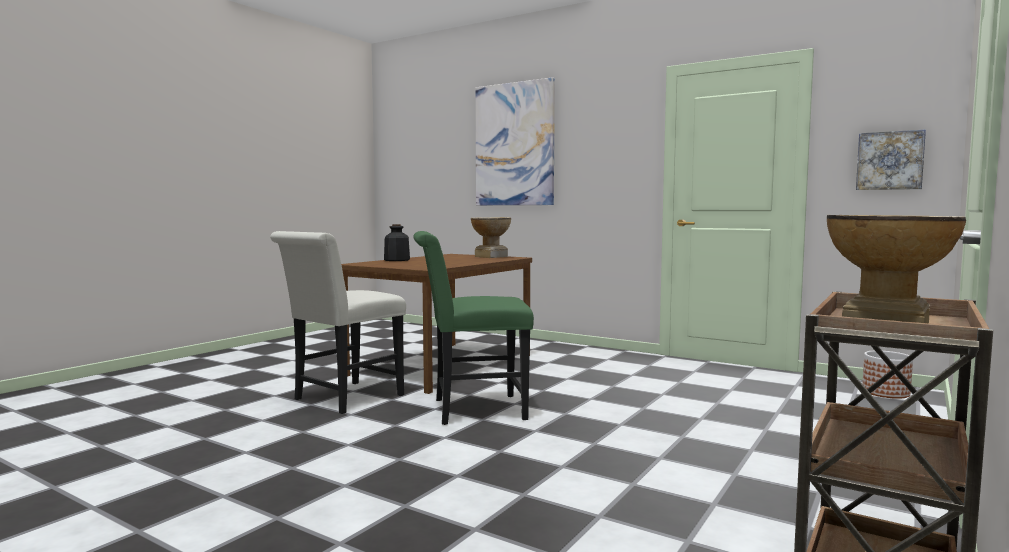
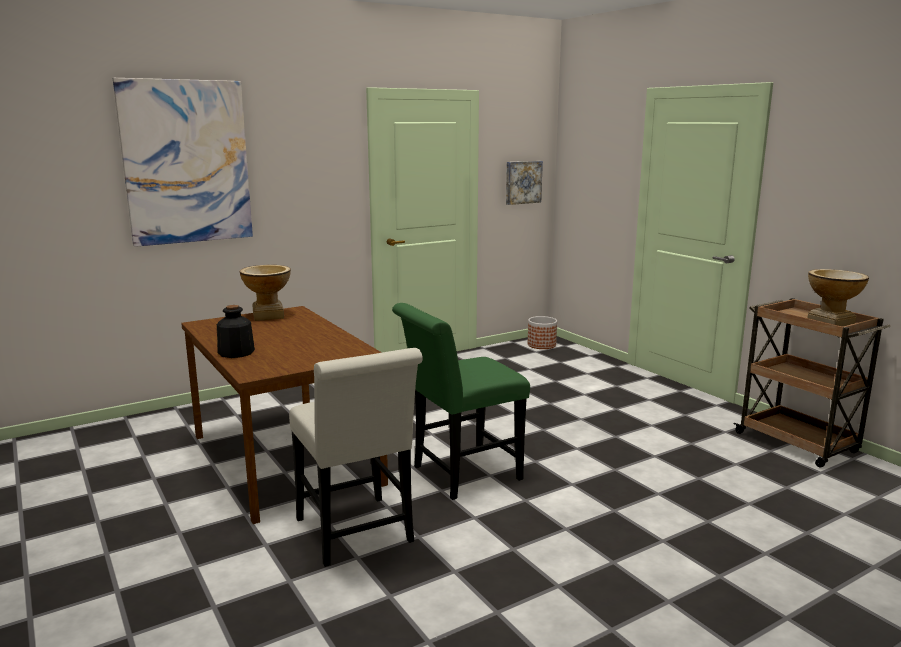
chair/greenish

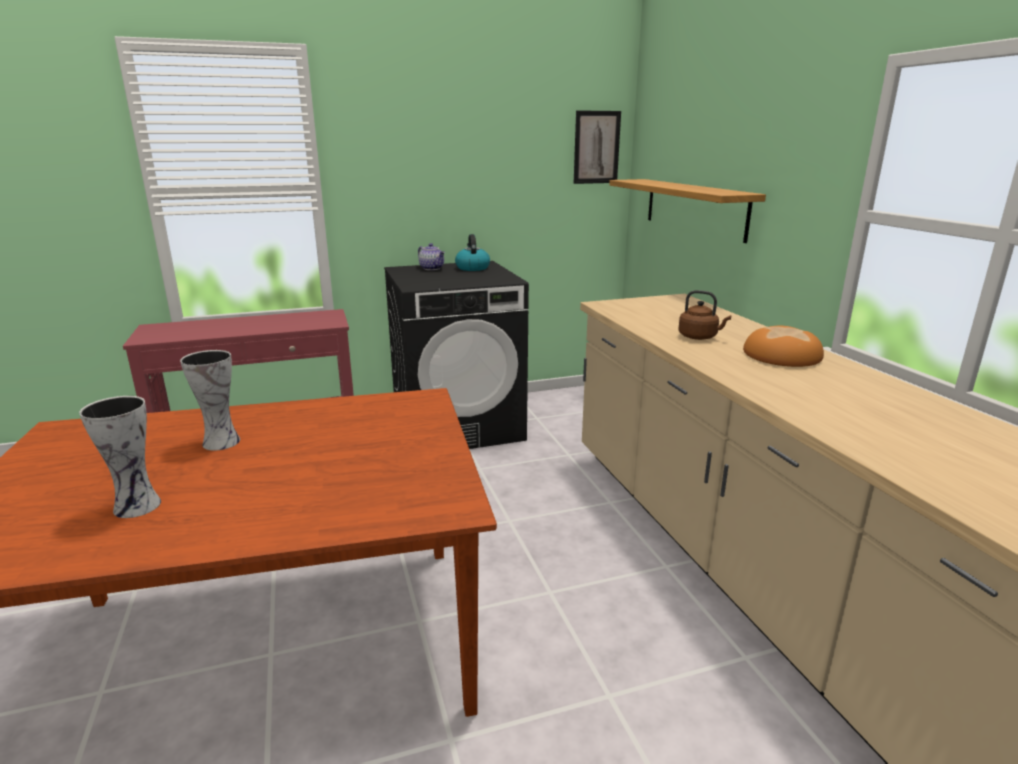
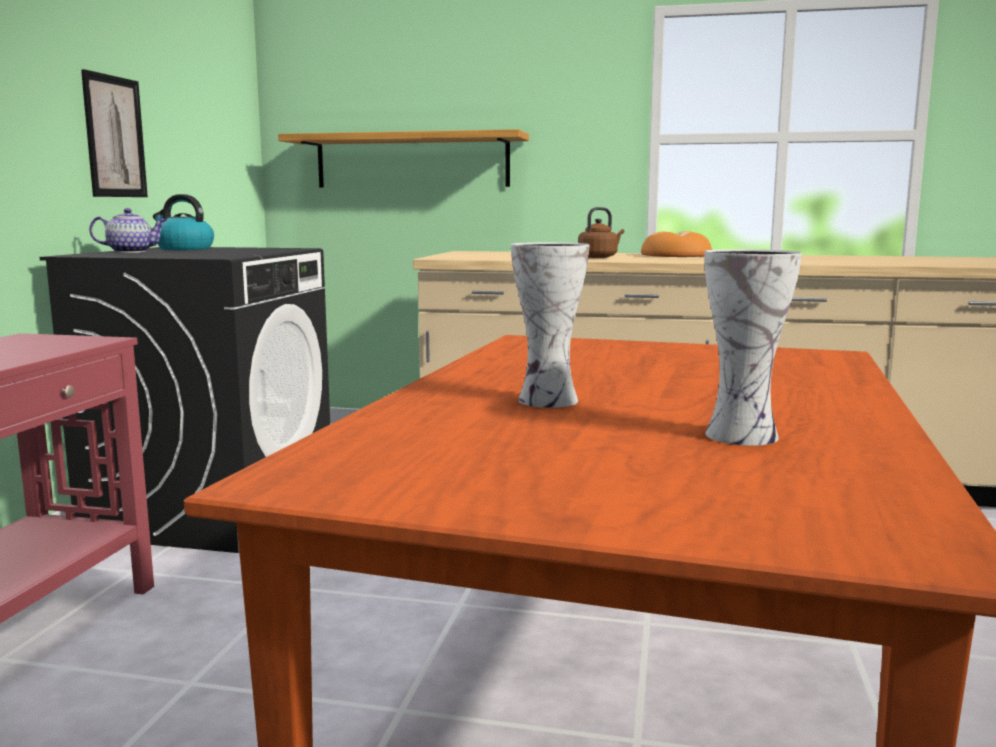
picture

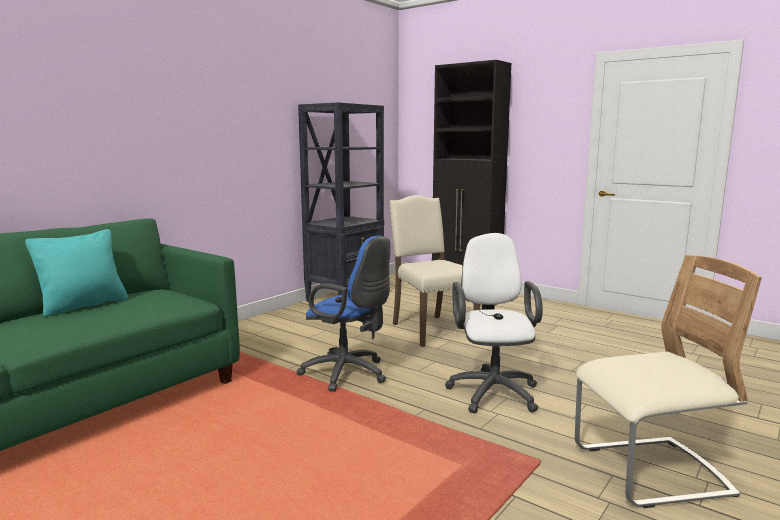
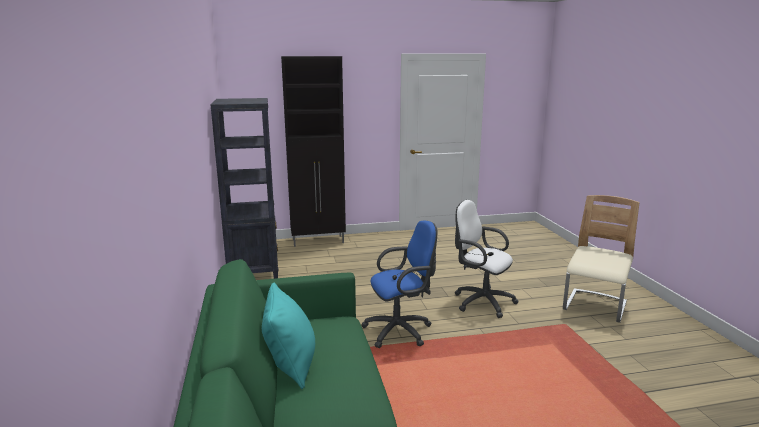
chair/sand-coloured (no. 1 from left in the first image)

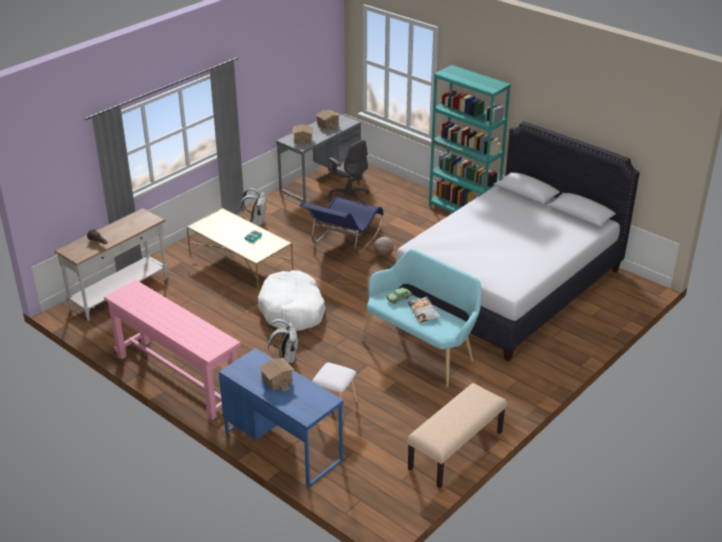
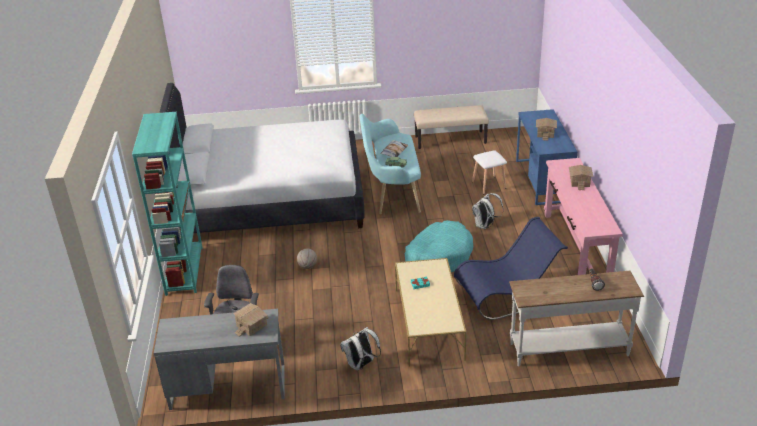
dog cushion/turquoise-coloured; chair/blue-coloured; miniature house (no. 3 from left)

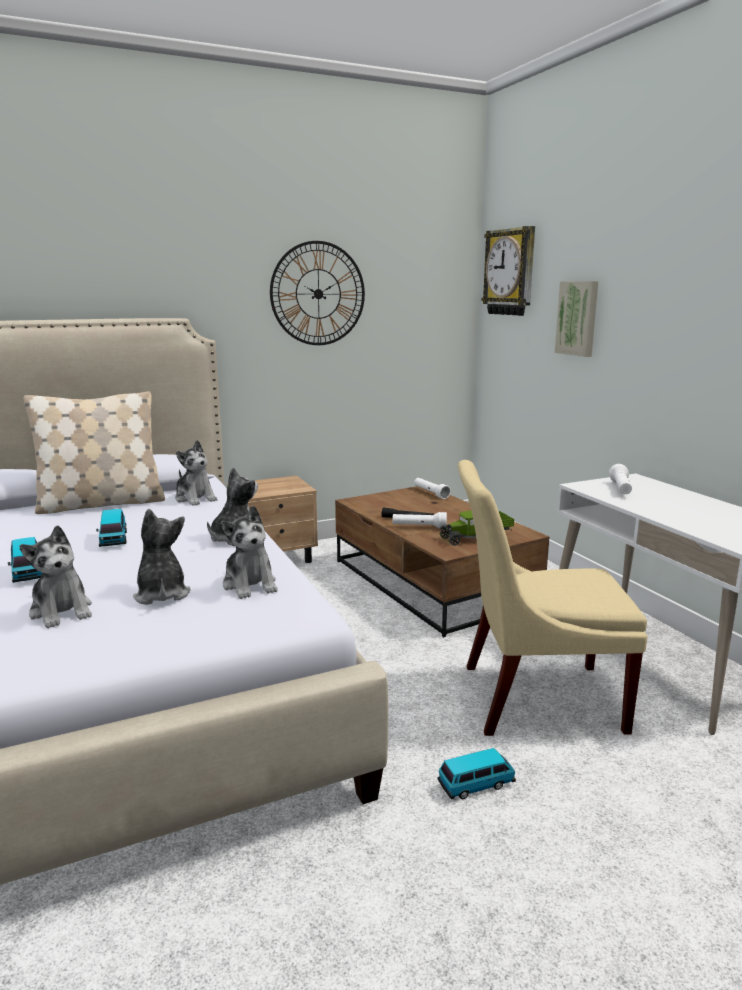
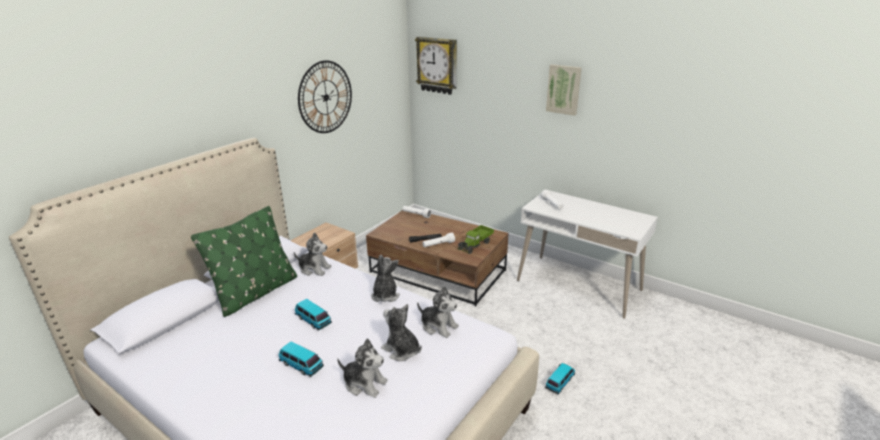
cushion/greenish; chair/sand-coloured; picture

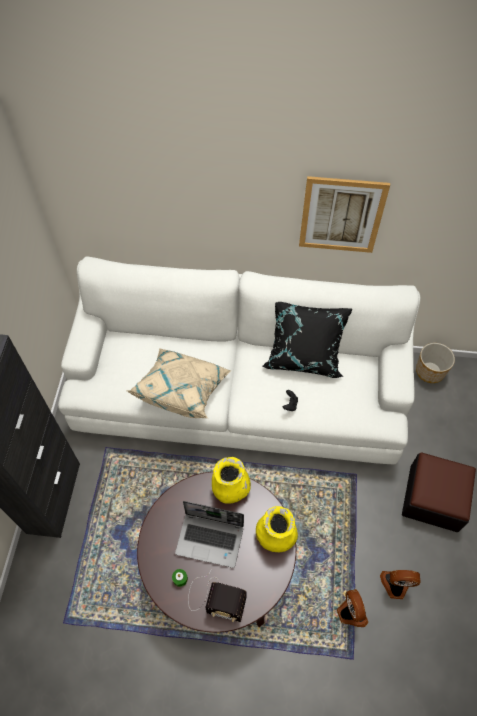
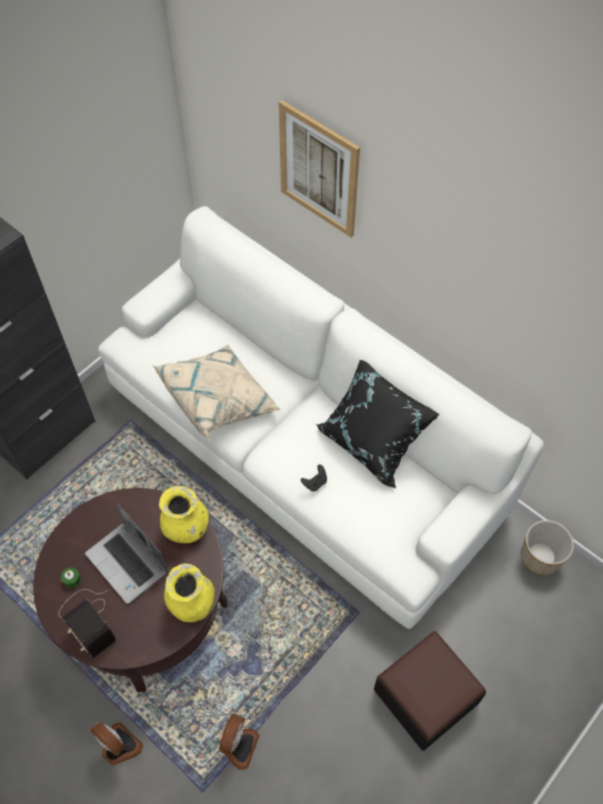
picture; electric fan (no. 1 from left)

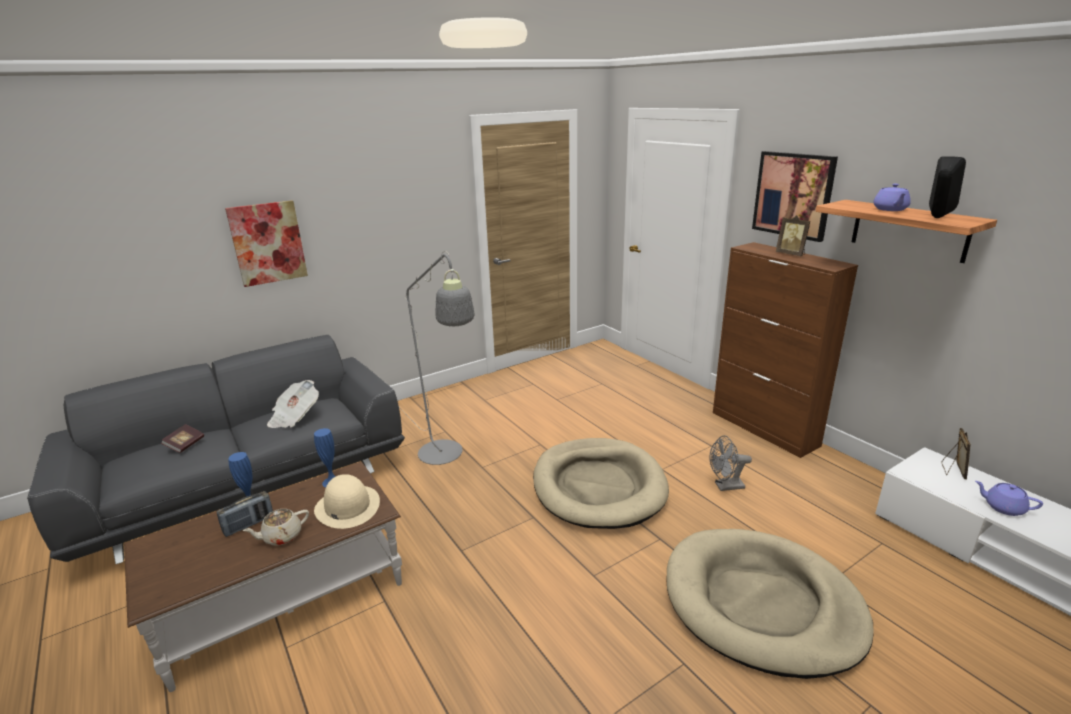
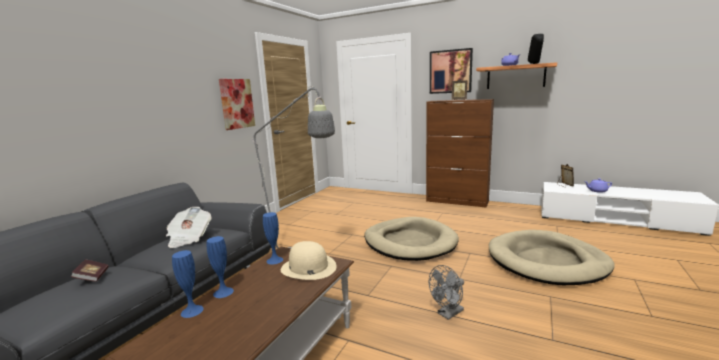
radio; picture (no. 1 from left); tea pot/sand-coloured; electric fan/greyish; vase/blue-coloured (no. 1 from left)

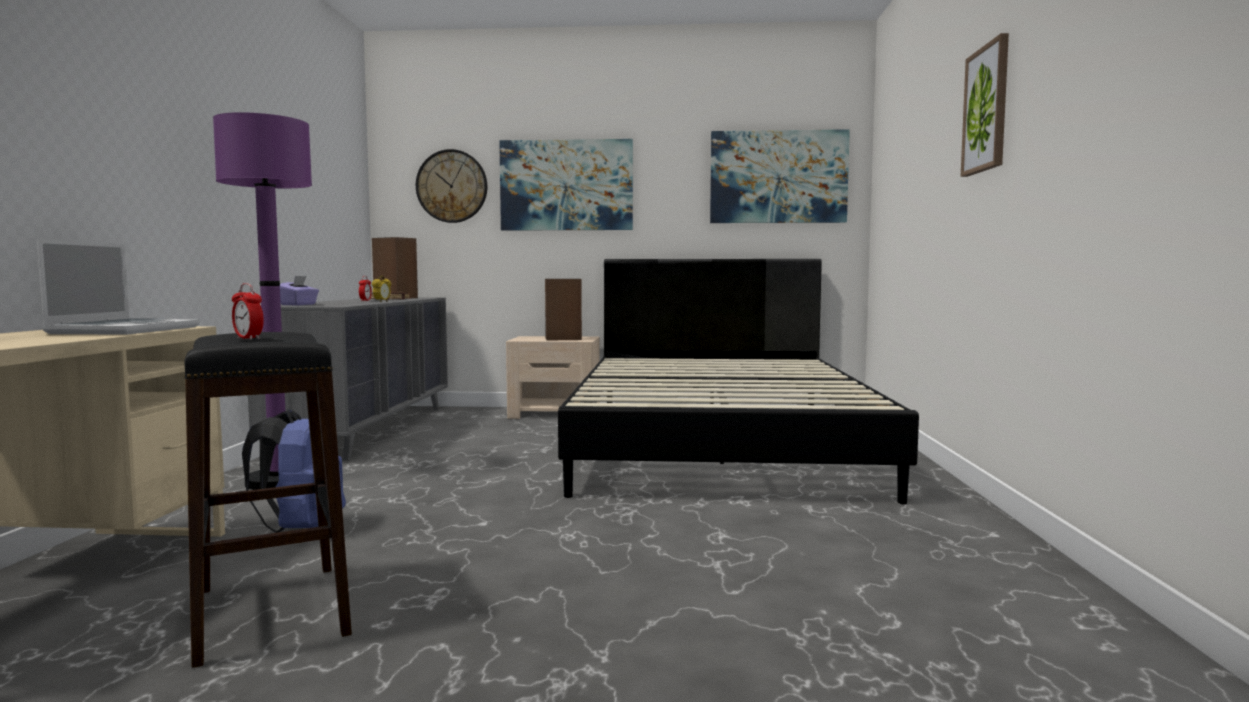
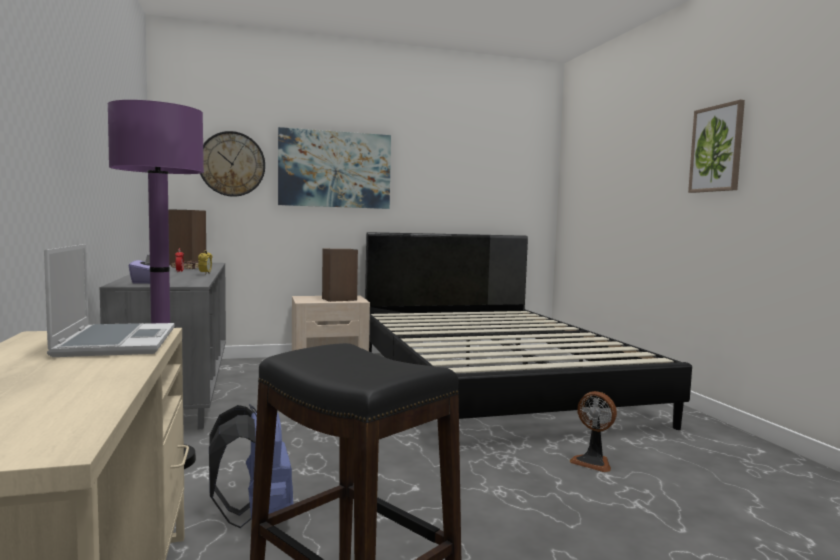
alarm clock (no. 1 from left in the first image); picture (no. 2 from left in the first image); electric fan

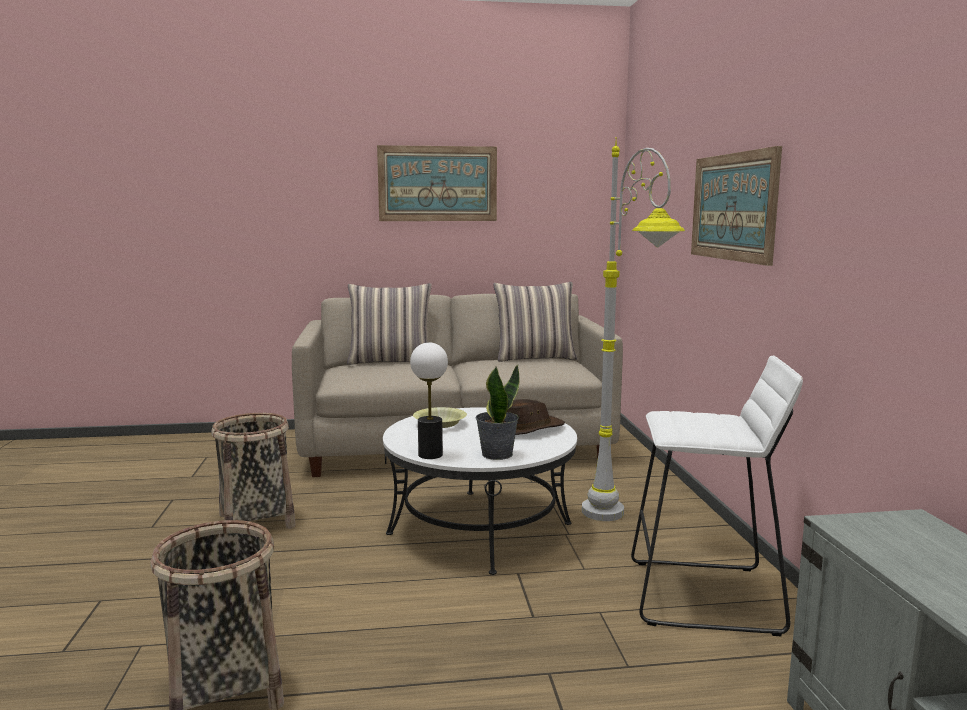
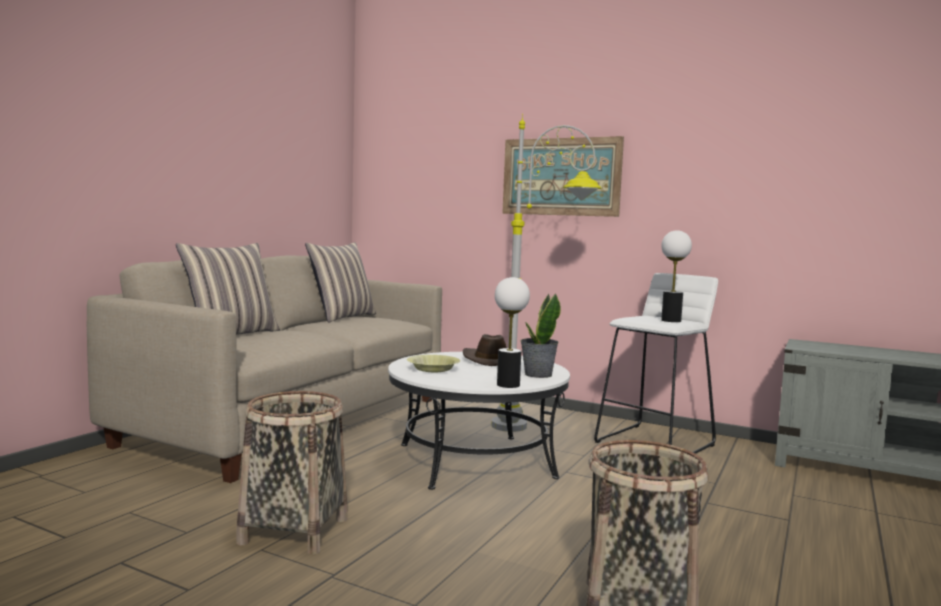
picture (no. 1 from left in the first image); table lamp (no. 2 from left)

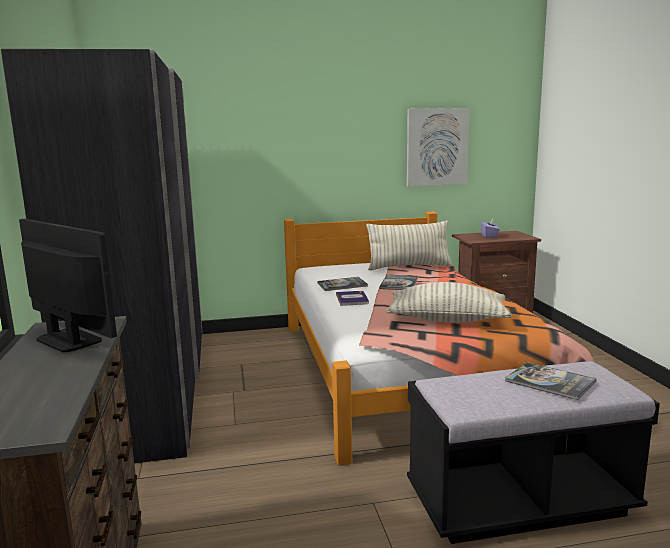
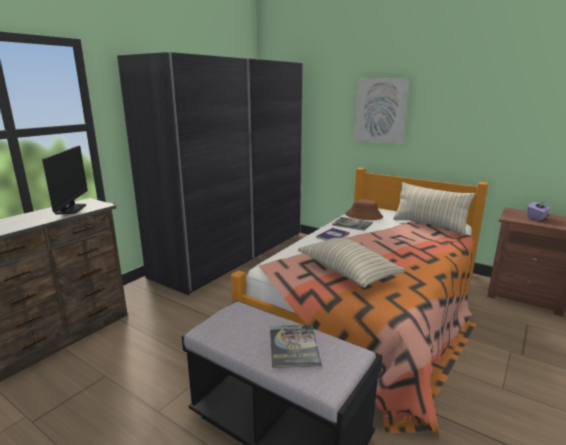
bound book (no. 3 from left in the first image); picture; hat/brownish

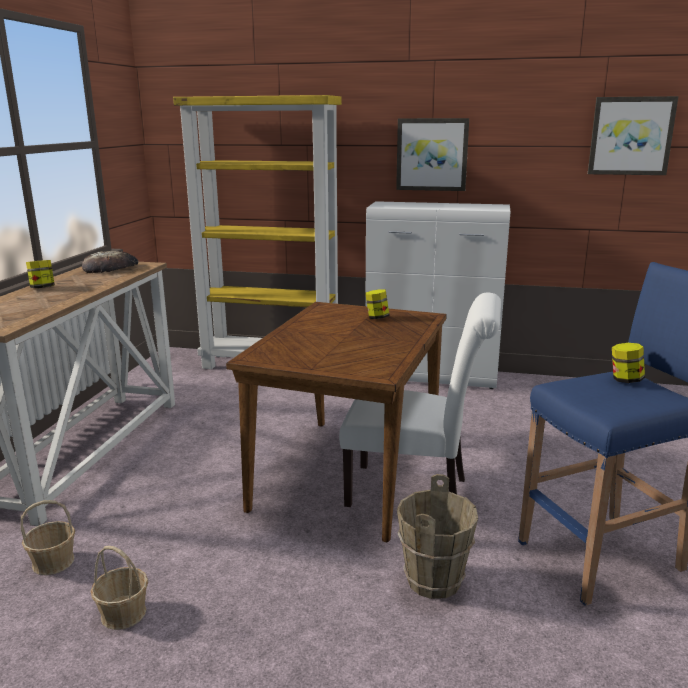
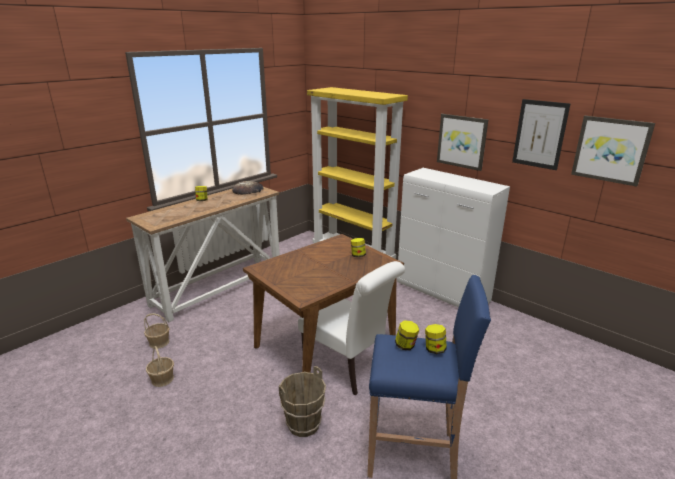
jar (no. 3 from left); picture (no. 2 from left)

